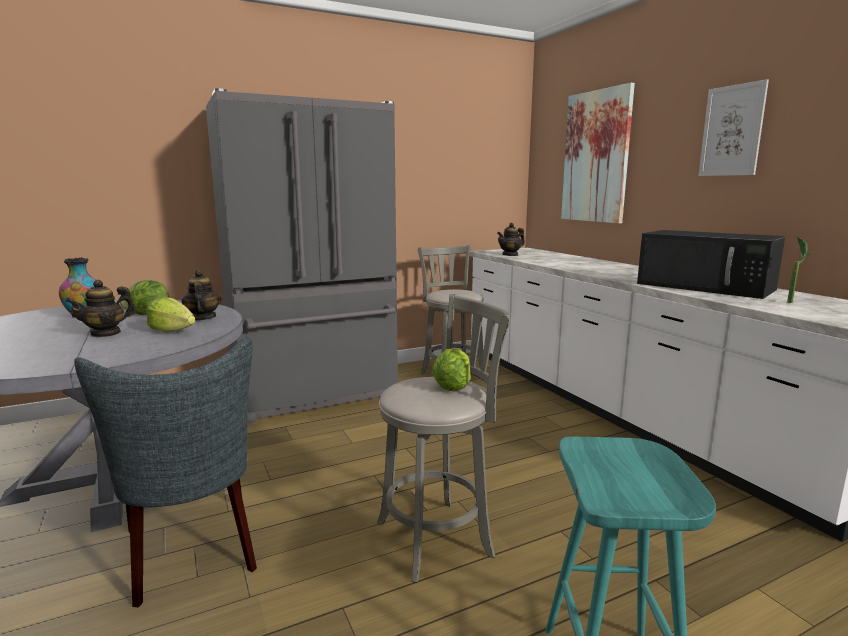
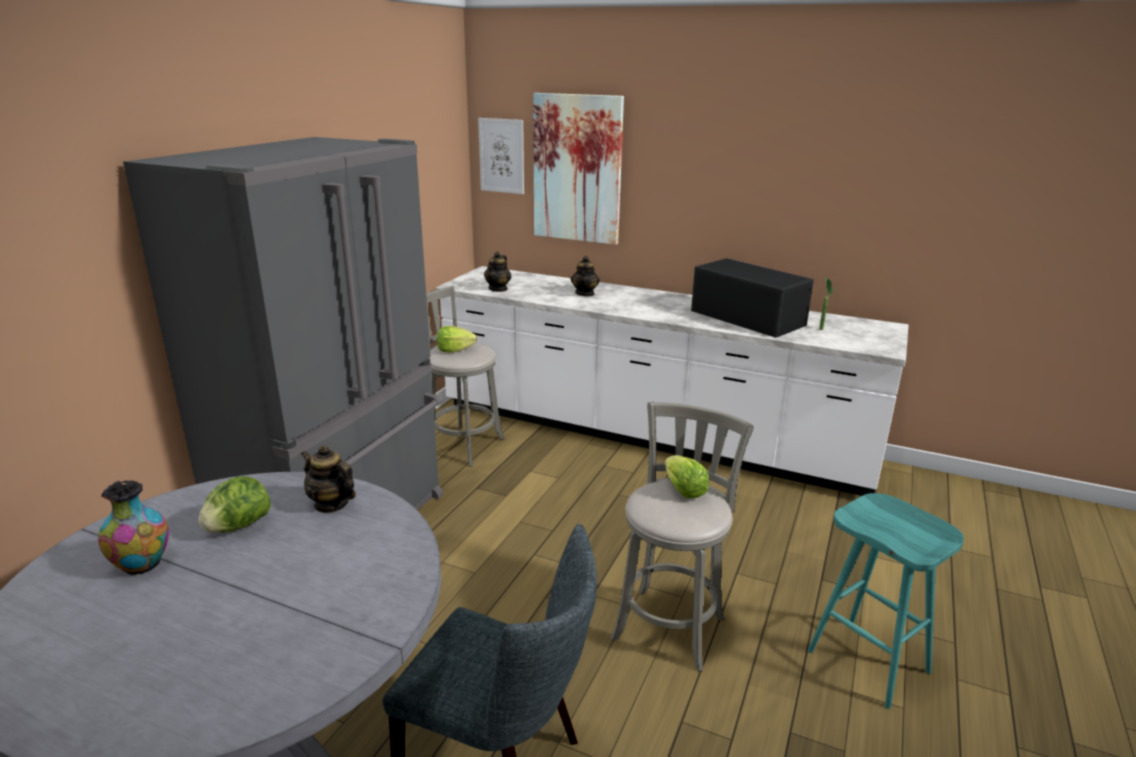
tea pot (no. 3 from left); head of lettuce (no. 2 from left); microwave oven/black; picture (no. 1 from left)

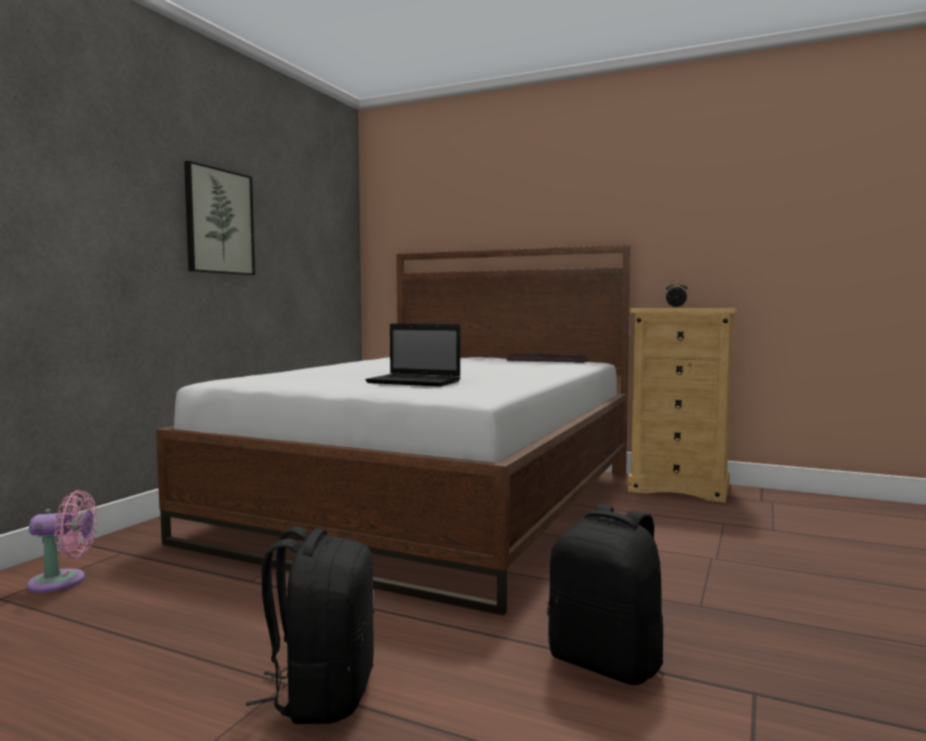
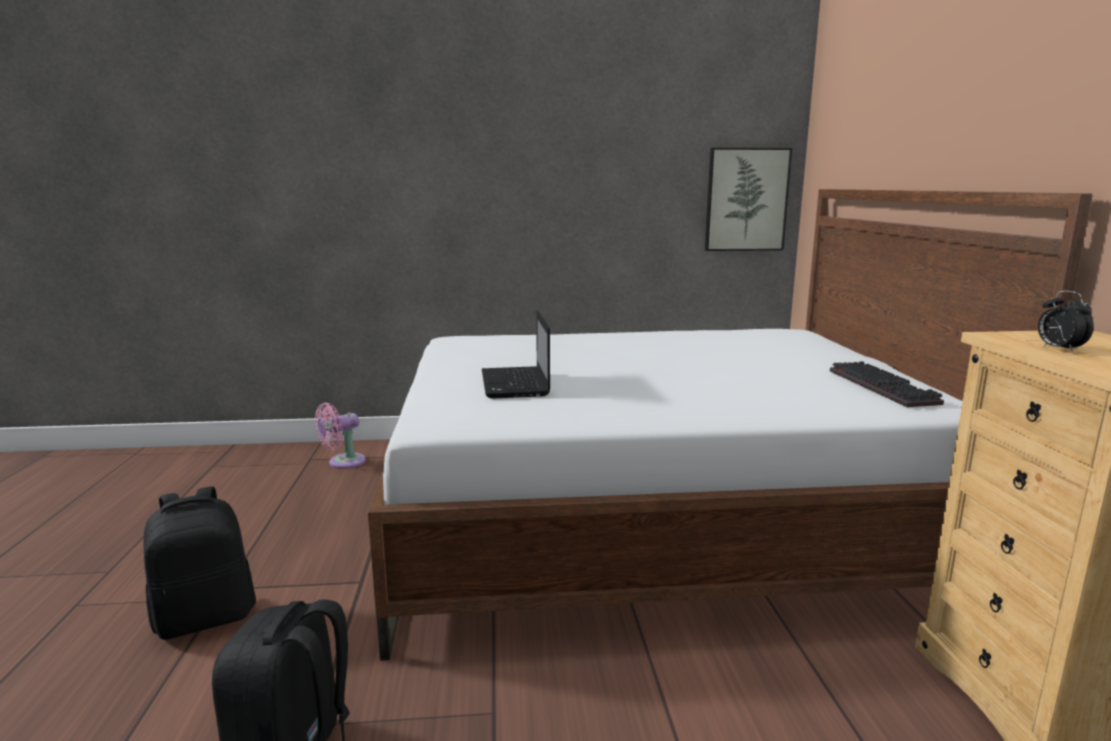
electric fan/pinkish; picture

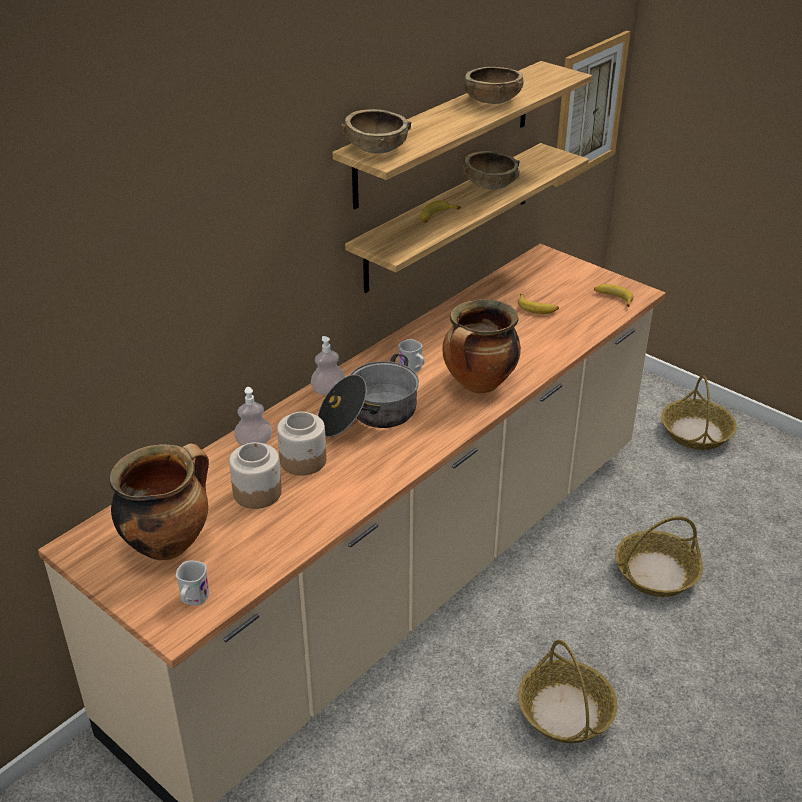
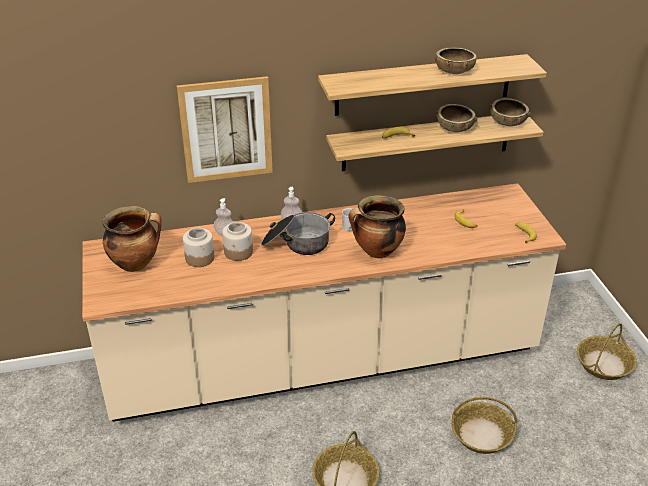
coffee mug/whitish (no. 1 from left in the first image); deep dish/brownish (no. 3 from left); picture

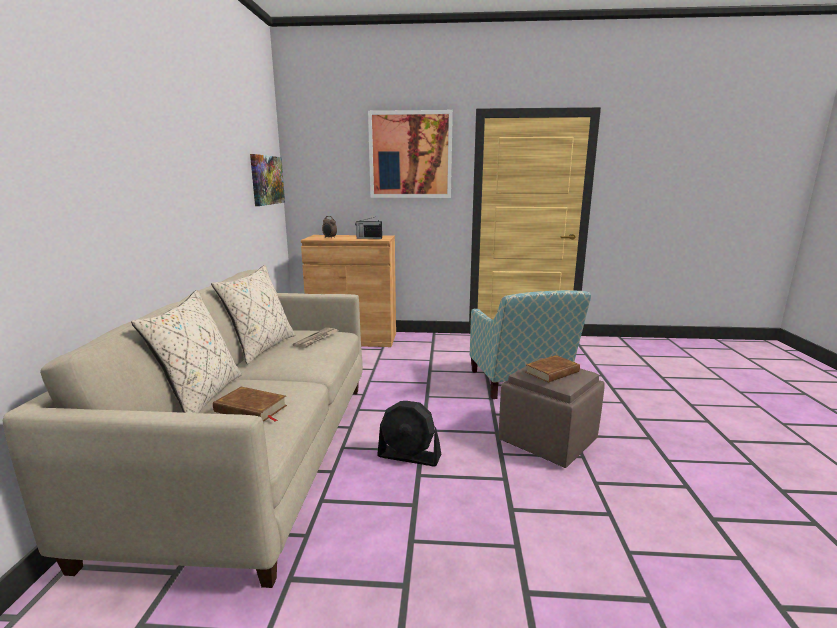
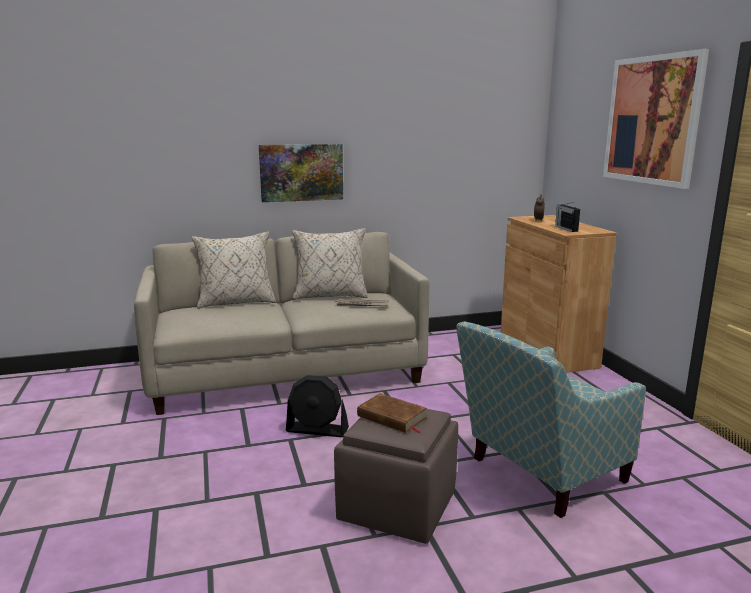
bound book/brownish (no. 1 from left in the first image); picture (no. 1 from left); electric fan/black

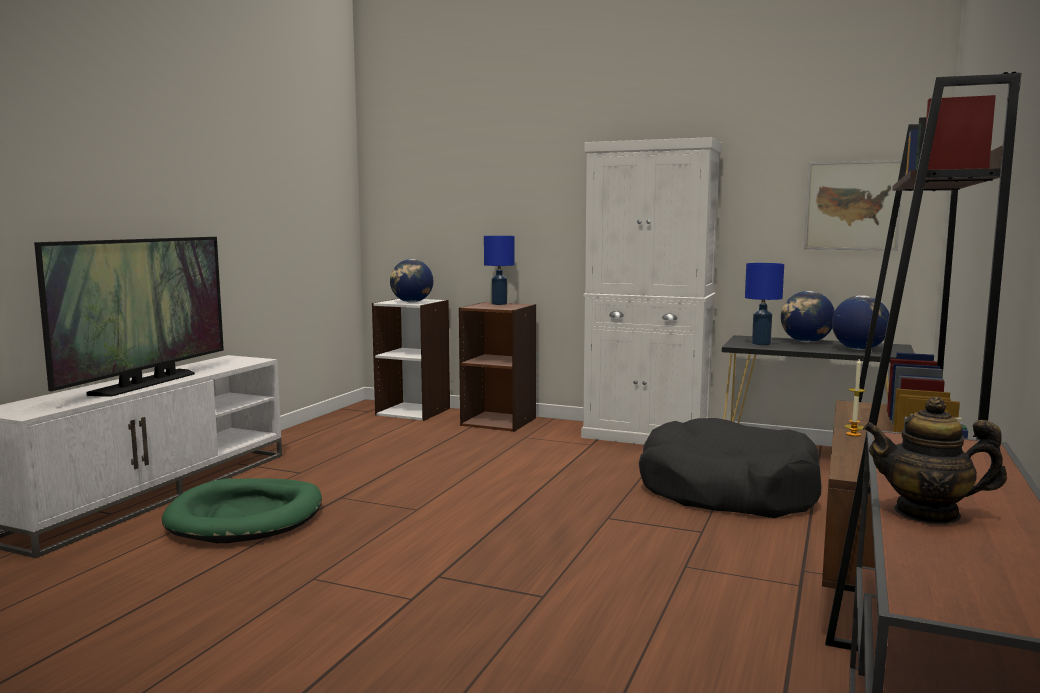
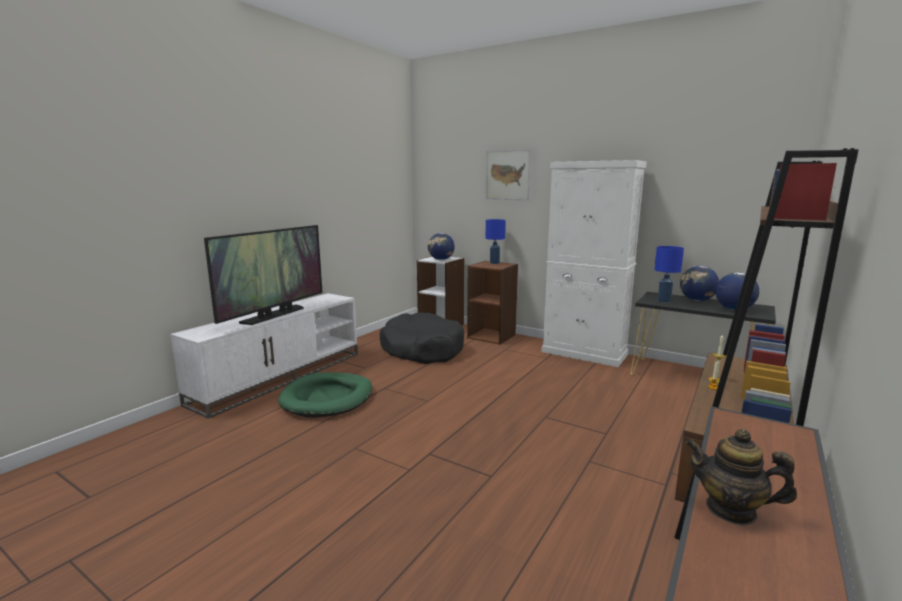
dog cushion/black; picture

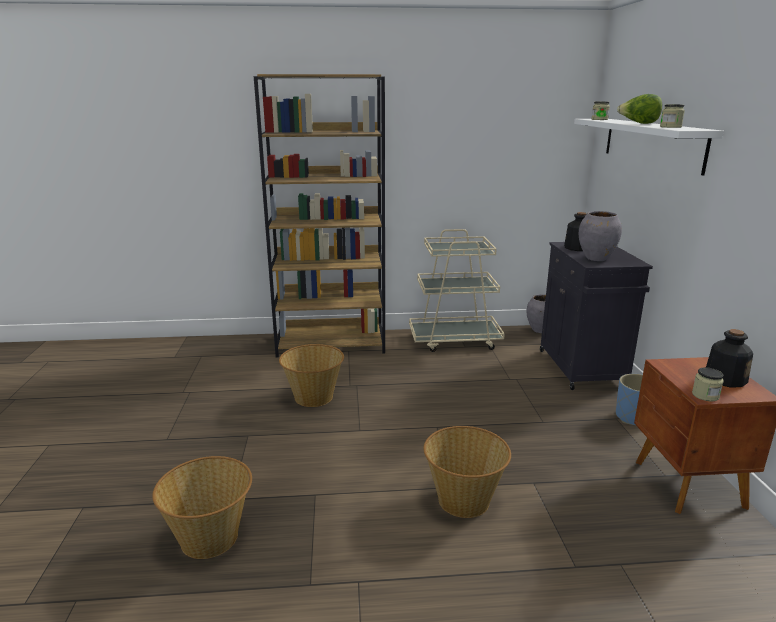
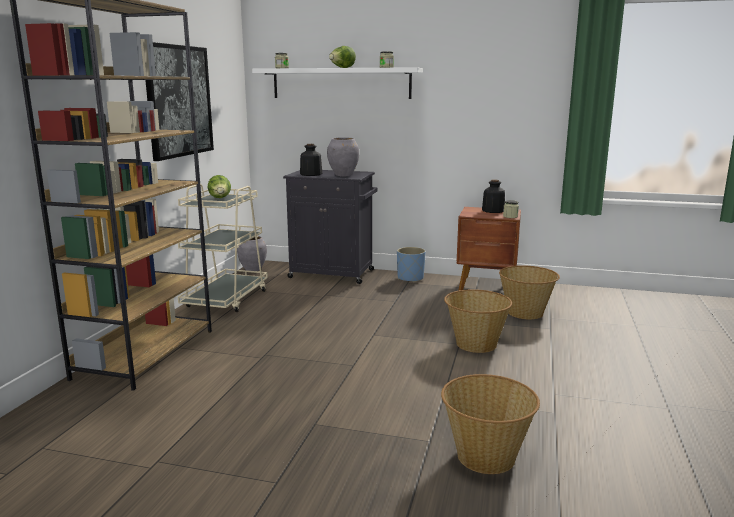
storage basket (no. 3 from left); picture; head of lettuce (no. 1 from left)

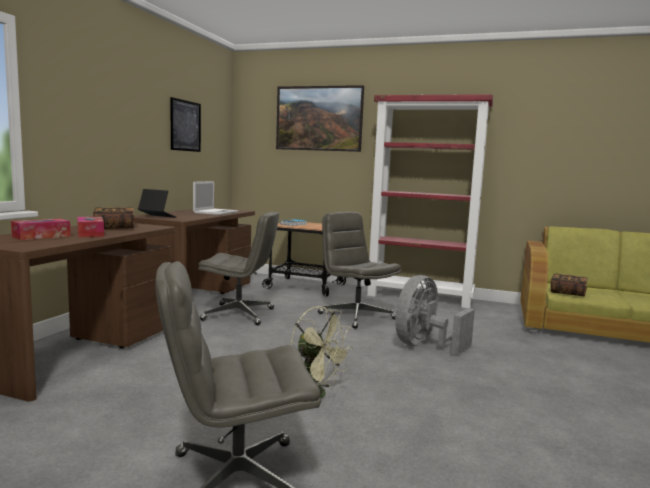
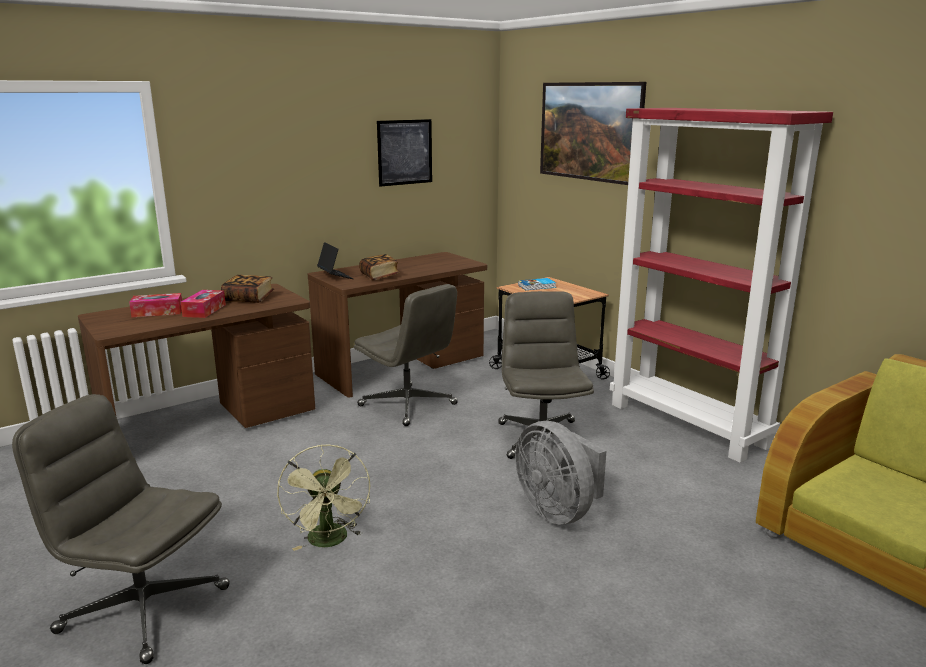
notebook computer (no. 2 from left in the first image); electric fan/greyish; bound book (no. 2 from left)

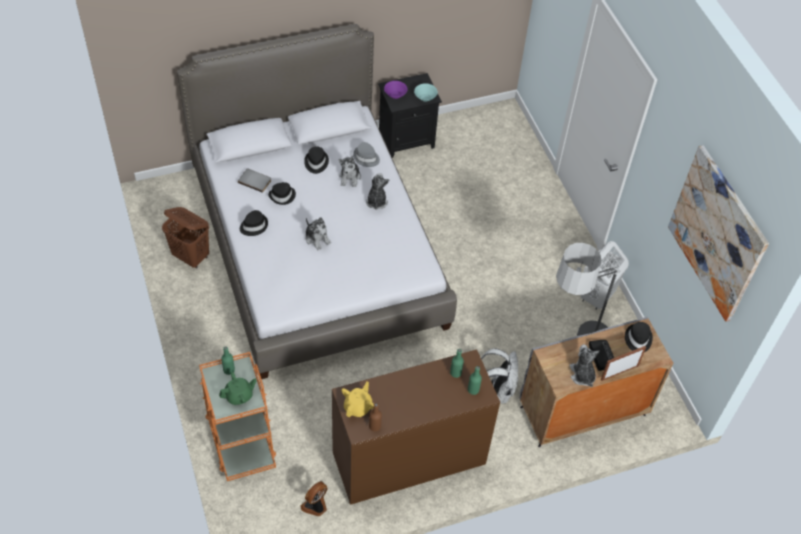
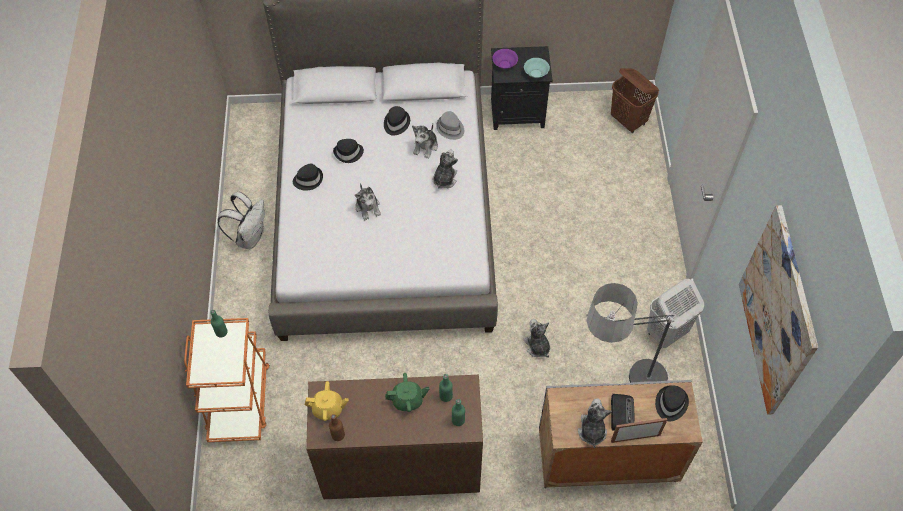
hamper/brownish; tea pot/greenish; bound book/greyish; electric fan; tea pot/yellowish; backpack/whitish; plush toy (no. 4 from left)

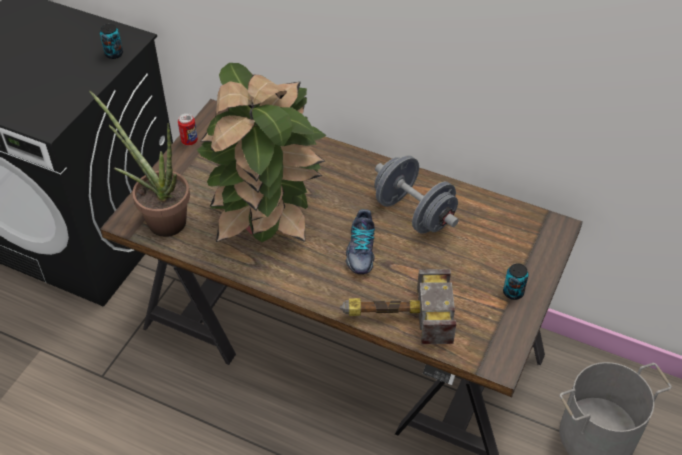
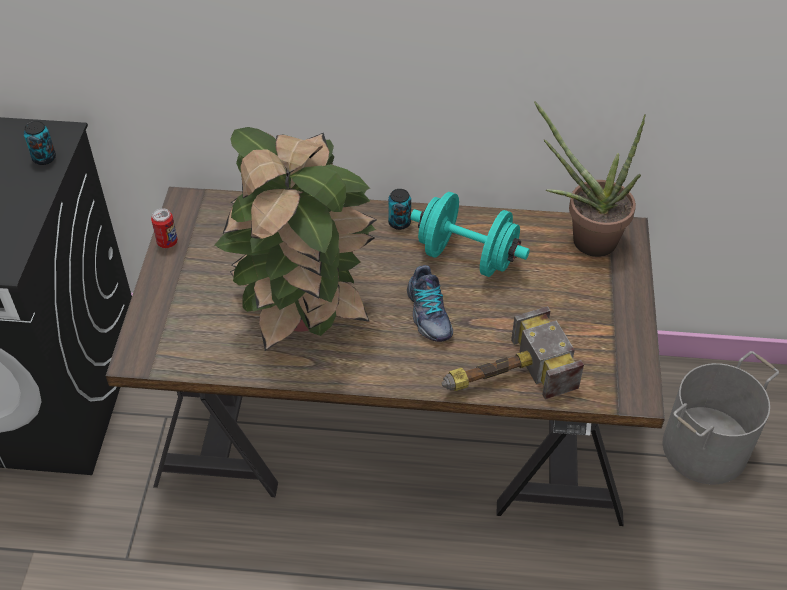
potted plant (no. 2 from left); dumbbell/turquoise-coloured; metal can (no. 3 from left)

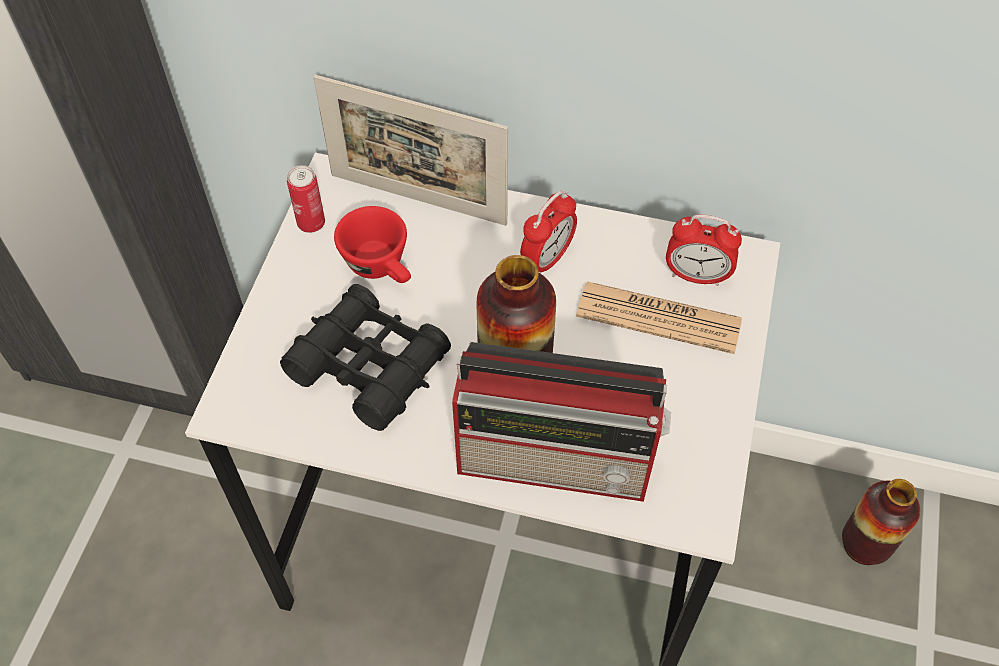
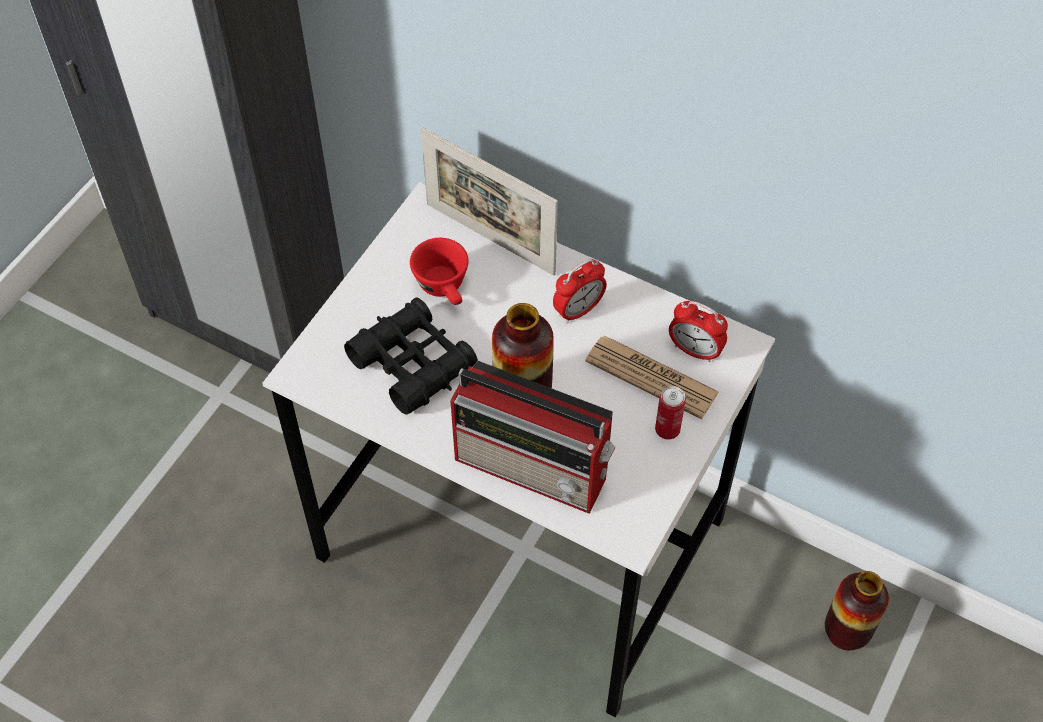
metal can

